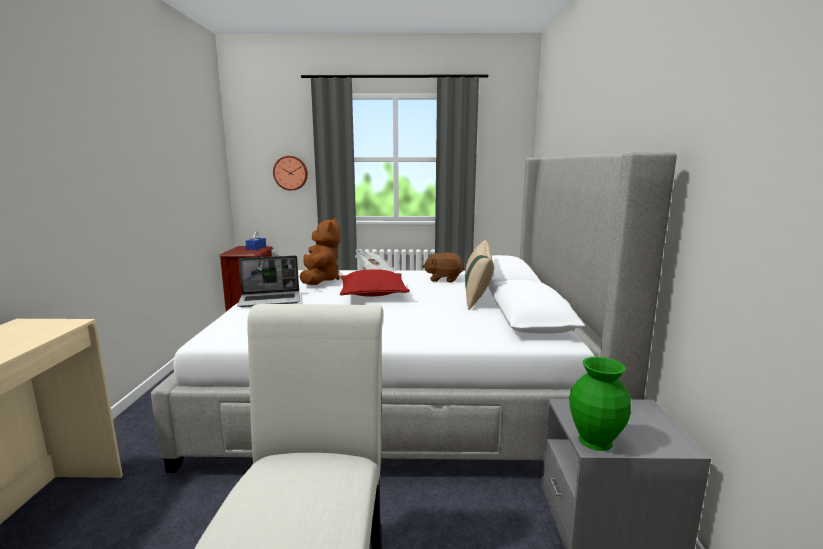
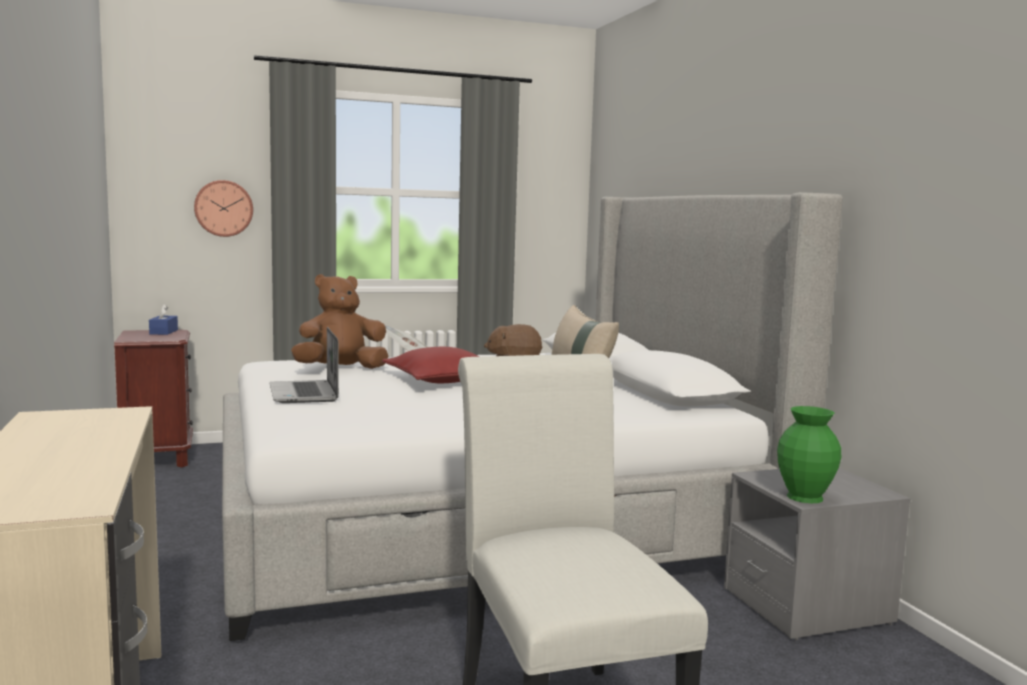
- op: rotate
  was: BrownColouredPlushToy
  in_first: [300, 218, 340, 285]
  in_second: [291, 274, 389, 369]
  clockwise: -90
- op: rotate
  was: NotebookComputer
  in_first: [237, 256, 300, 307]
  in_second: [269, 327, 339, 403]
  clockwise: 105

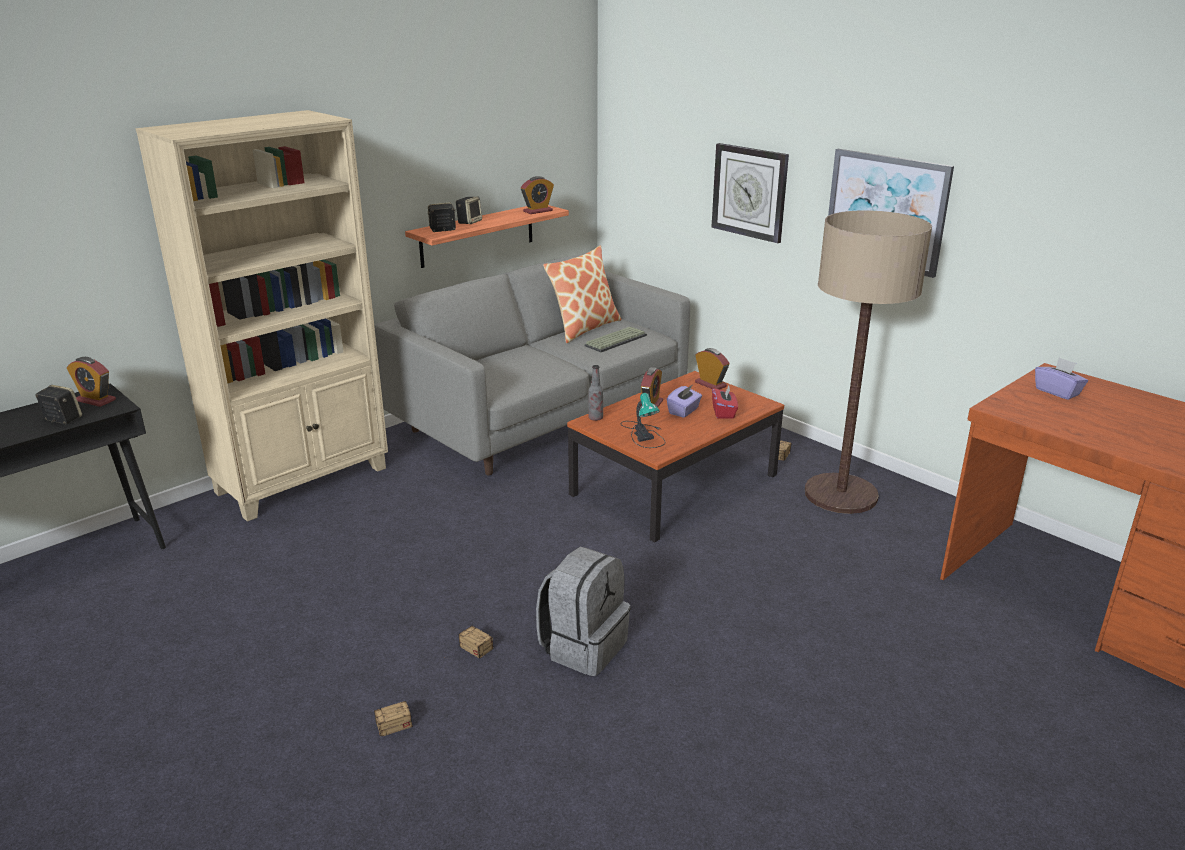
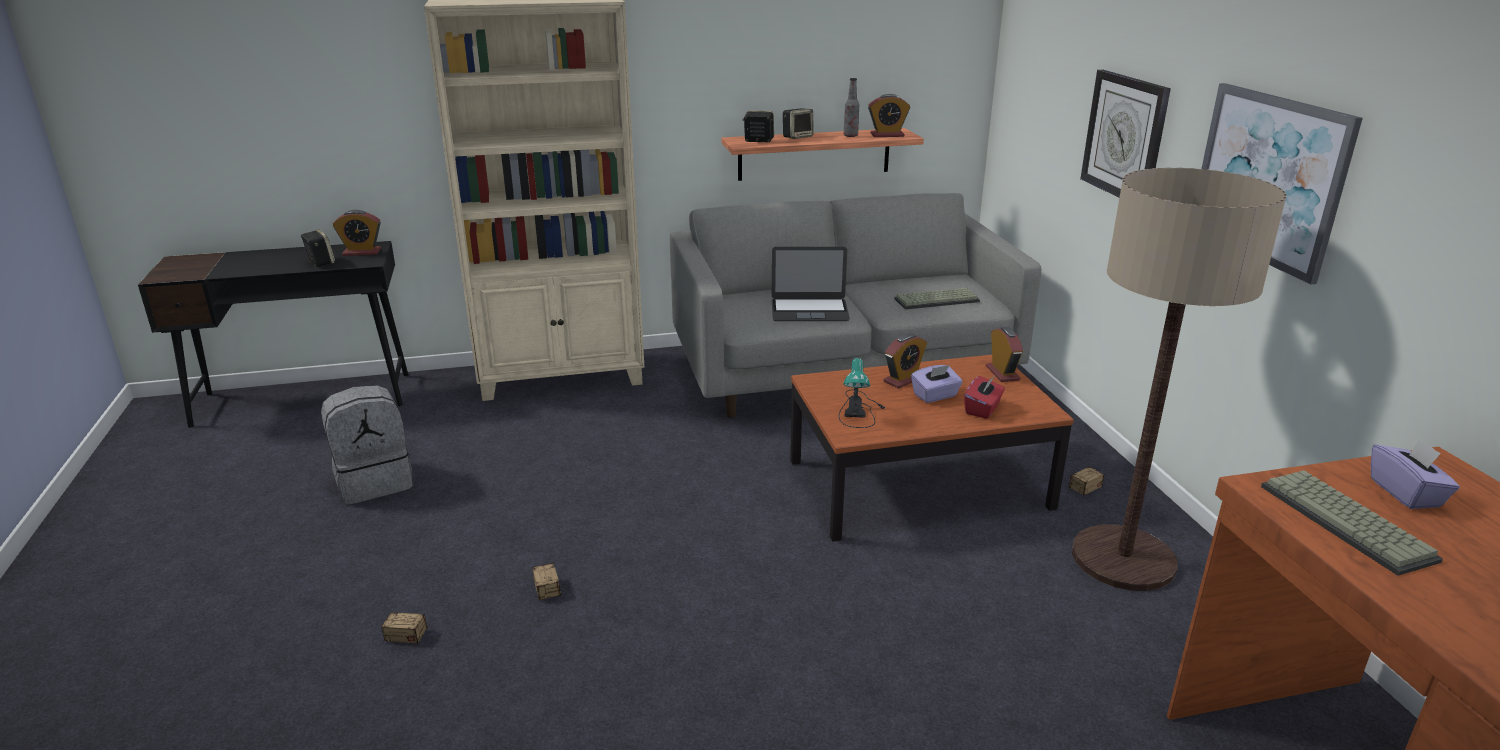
- op: delete
  was: Pillow
  in_first: [543, 246, 621, 343]
- op: rotate
  was: BedsideClock
  in_first: [67, 357, 116, 407]
  in_second: [333, 210, 381, 256]
  clockwise: -60
- op: move
  was: BeverageBottle
  in_first: [588, 365, 603, 421]
  in_second: [844, 78, 859, 137]
- op: move
  was: GrayBackpack
  in_first: [536, 547, 631, 676]
  in_second: [321, 385, 413, 504]
- op: insert
  now: NotebookComputer
  in_second: [772, 247, 850, 321]
- op: insert
  now: ComputerKeyboard
  in_second: [1261, 470, 1443, 576]

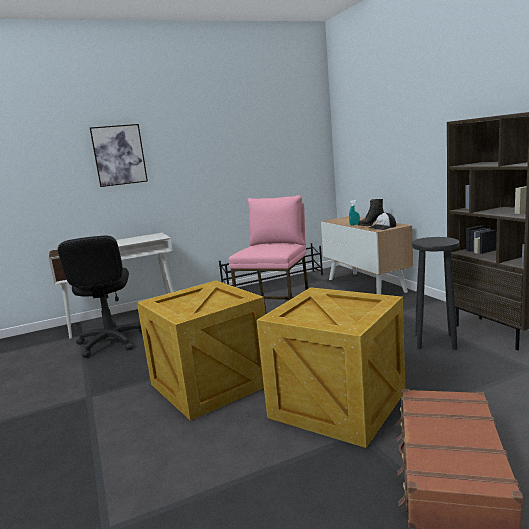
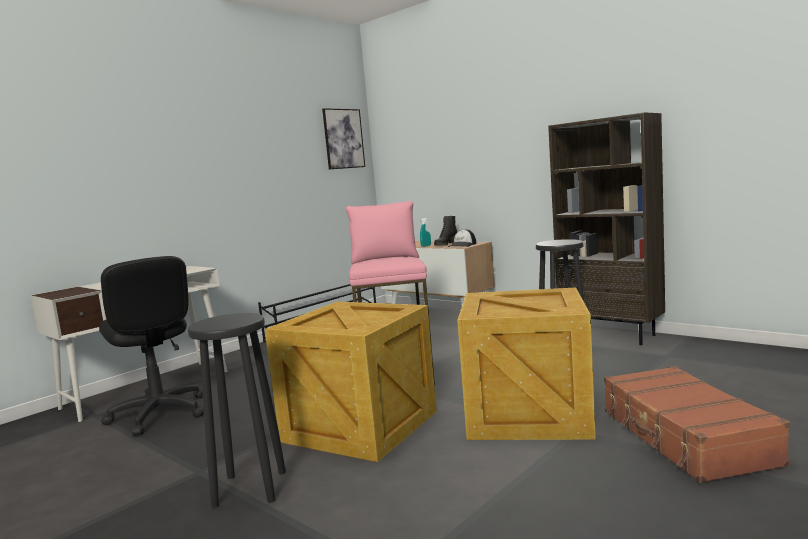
- op: move
  was: WallPicture
  in_first: [90, 124, 148, 187]
  in_second: [322, 108, 365, 170]
- op: insert
  now: BlackishSittingStool
  in_second: [188, 313, 286, 508]

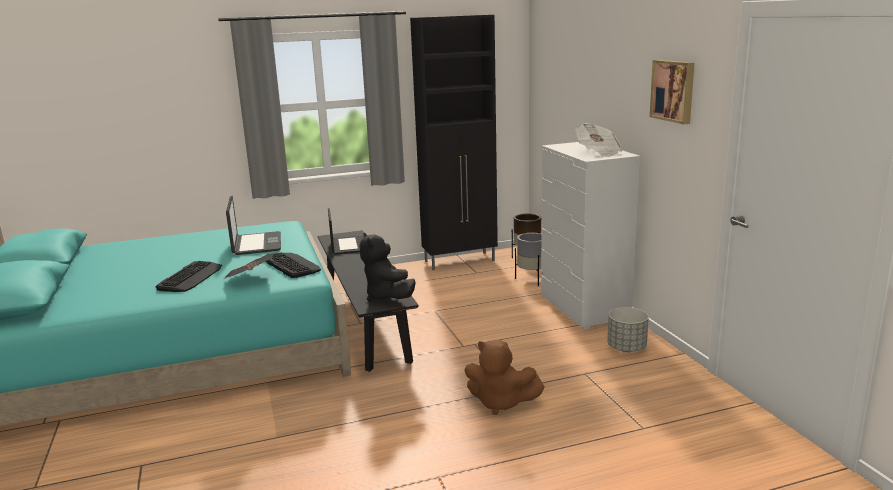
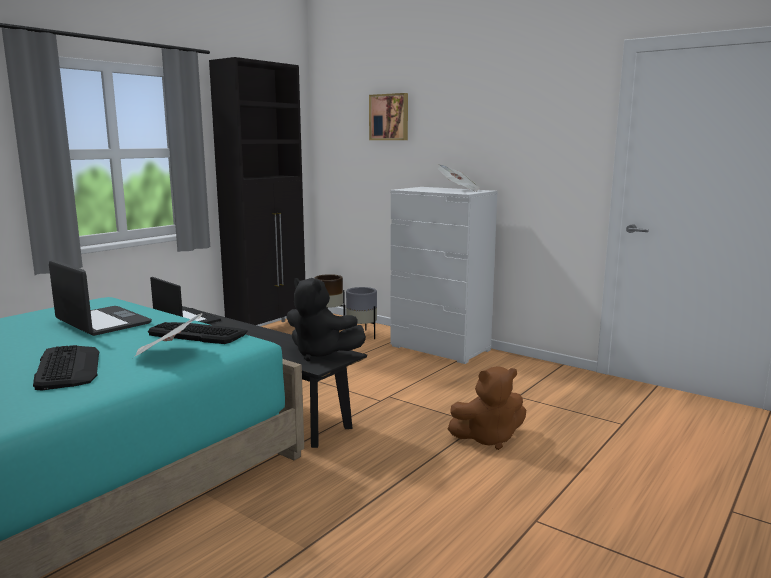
- op: move
  was: WallPicture
  in_first: [650, 60, 694, 124]
  in_second: [369, 93, 408, 140]
- op: delete
  was: GrayPlanter
  in_first: [607, 307, 649, 352]

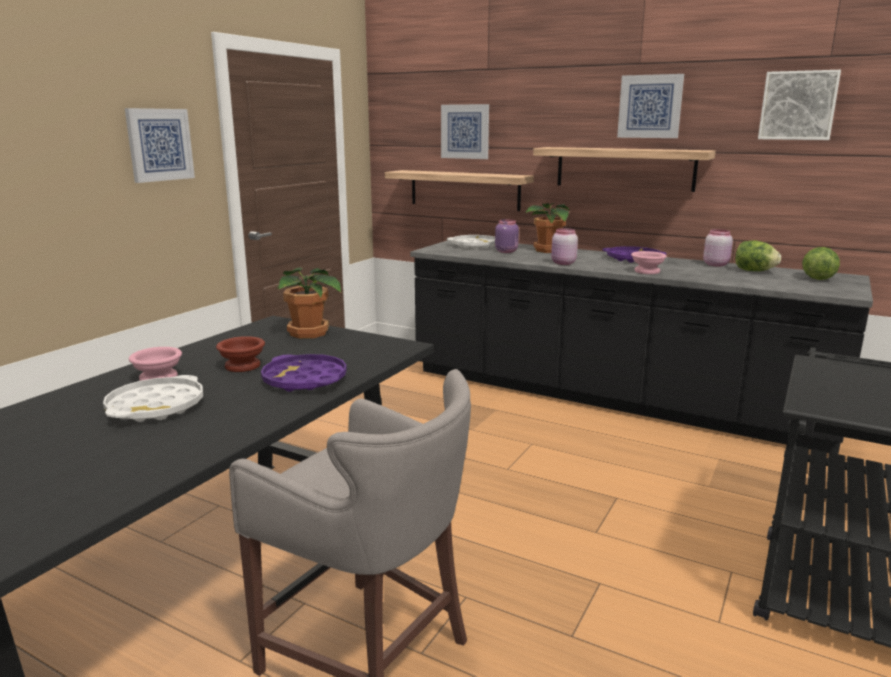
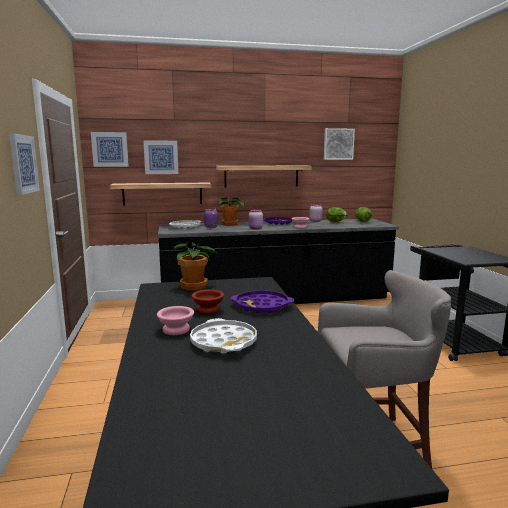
- op: move
  was: WallPicture
  in_first: [617, 74, 684, 138]
  in_second: [91, 132, 129, 167]

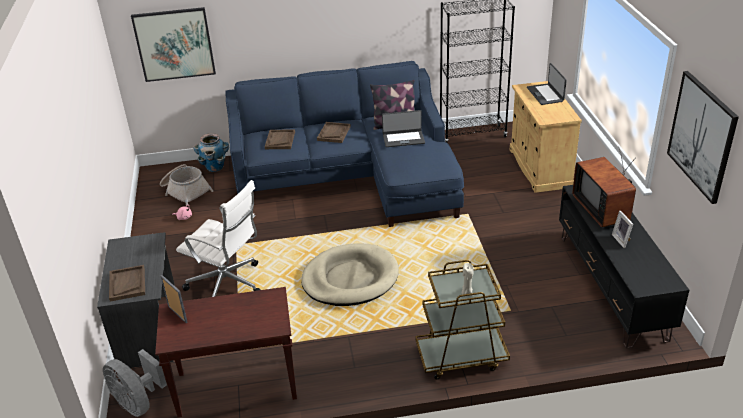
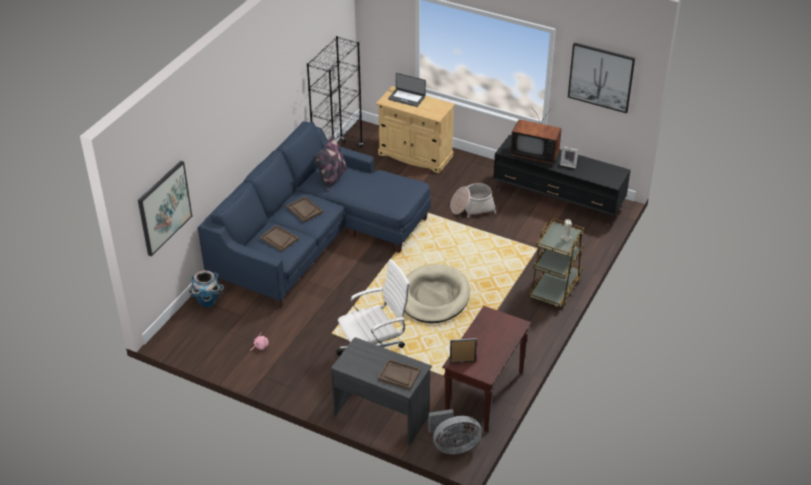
- op: delete
  was: NotebookComputer
  in_first: [382, 110, 425, 147]
- op: move
  was: StorageBasket
  in_first: [160, 164, 213, 205]
  in_second: [450, 183, 496, 218]

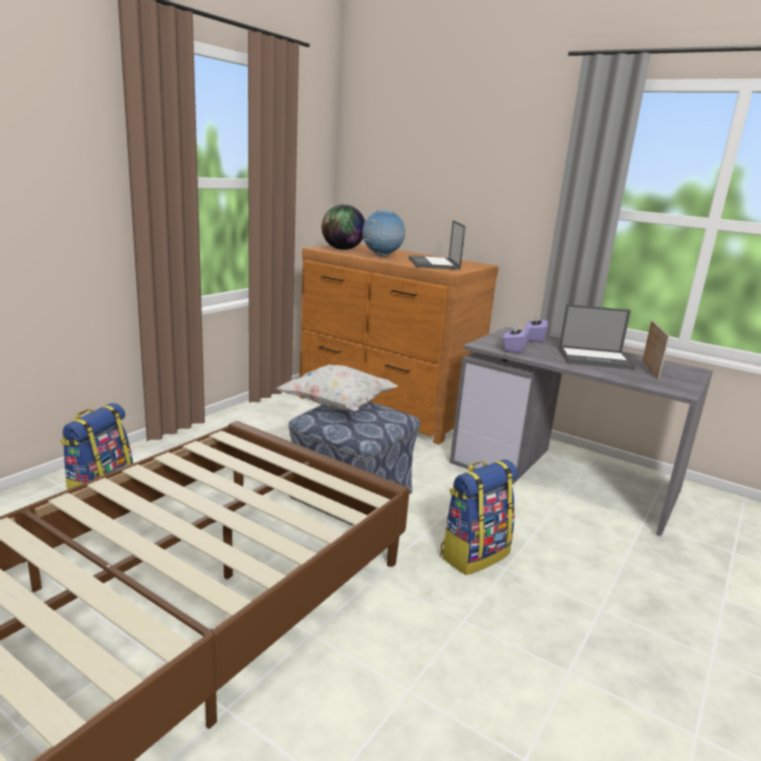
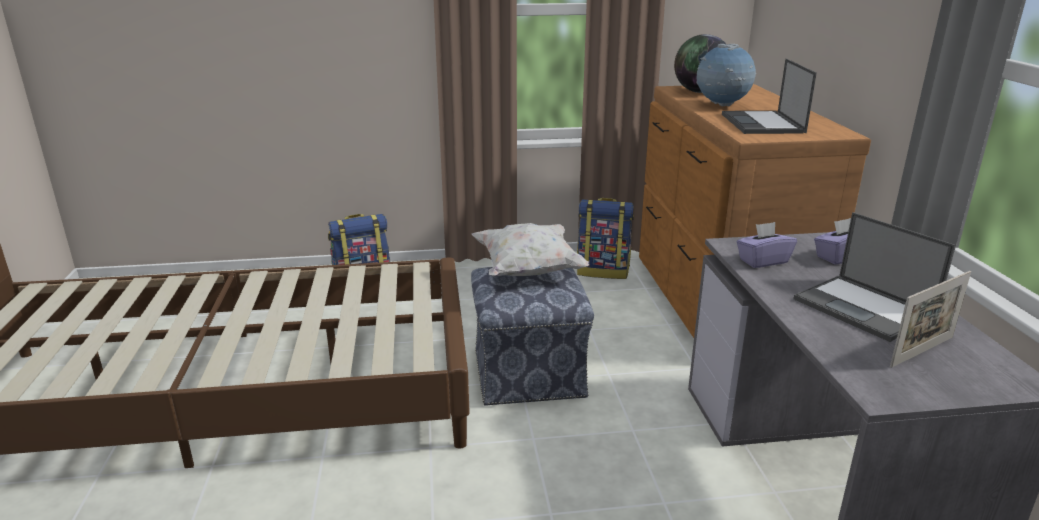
- op: rotate
  was: NotebookComputer
  in_first: [409, 220, 466, 270]
  in_second: [722, 59, 817, 134]
  clockwise: -45
- op: move
  was: Backpack
  in_first: [441, 459, 518, 575]
  in_second: [577, 198, 634, 279]

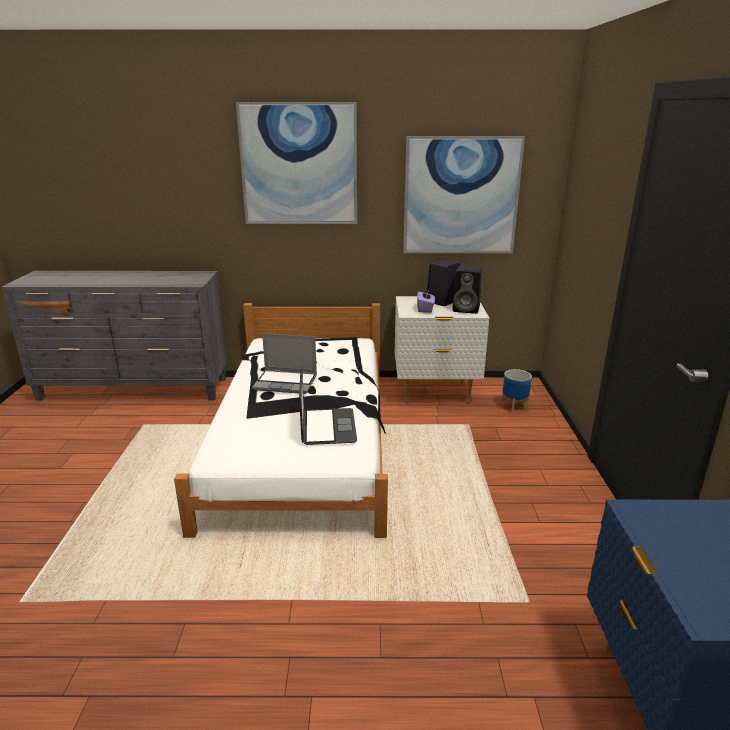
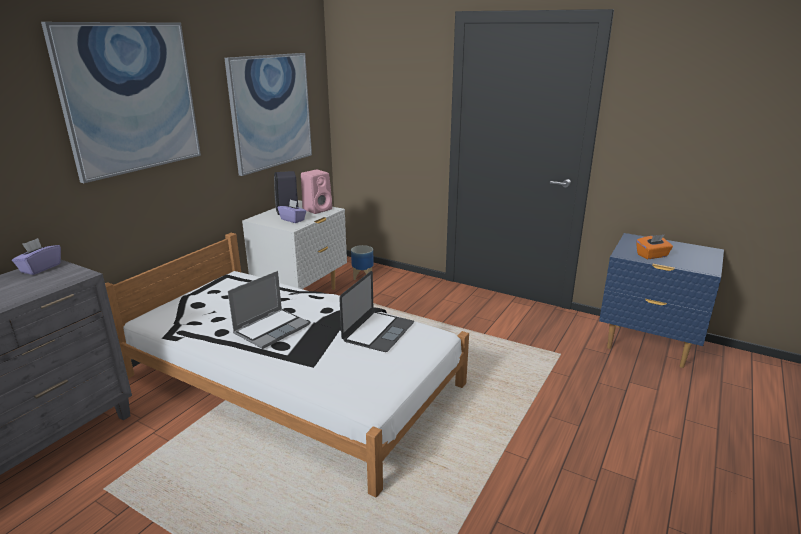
- op: recolor
  was: BlackishAudioSpeaker
  now: PinkAudioSpeaker
  in_first: [452, 265, 482, 314]
  in_second: [301, 170, 332, 214]
- op: rotate
  was: NotebookComputer
  in_first: [299, 367, 357, 445]
  in_second: [339, 271, 414, 352]
  clockwise: 90
- op: insert
  now: OrangeyTissueHolder
  in_second: [636, 235, 673, 259]
- op: insert
  now: PurplishTissueHolder
  in_second: [12, 238, 61, 275]

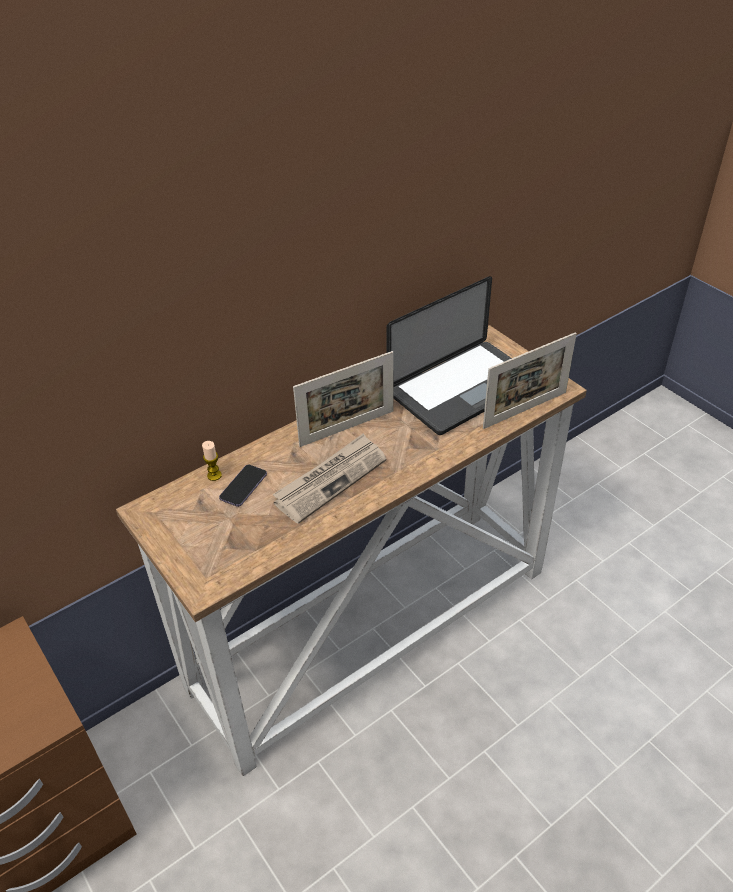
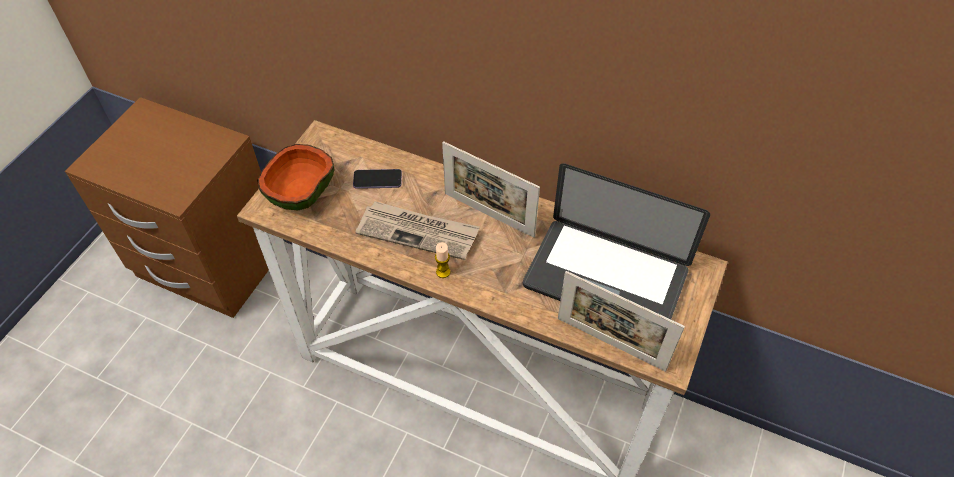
- op: move
  was: WaxLight
  in_first: [202, 441, 222, 481]
  in_second: [435, 242, 450, 278]
- op: insert
  now: Bowl
  in_second: [257, 144, 334, 211]

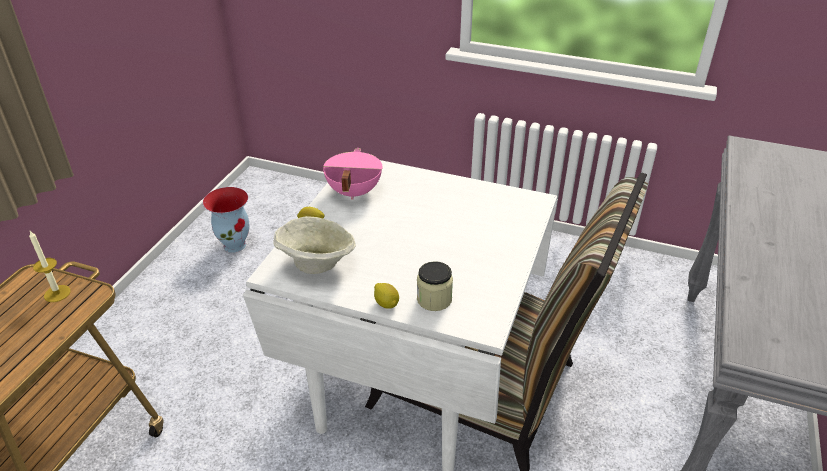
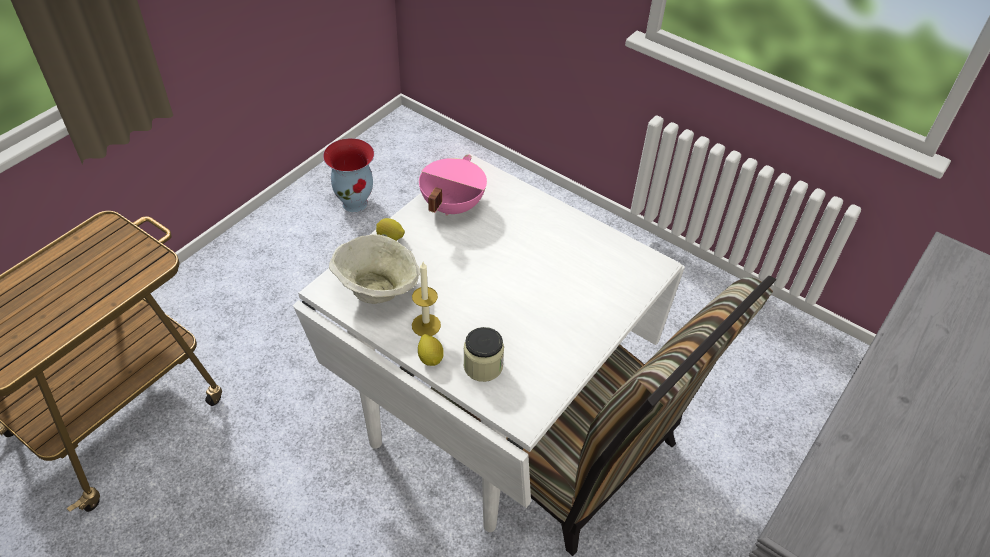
- op: move
  was: WaxLight
  in_first: [29, 231, 71, 302]
  in_second: [412, 262, 441, 336]

